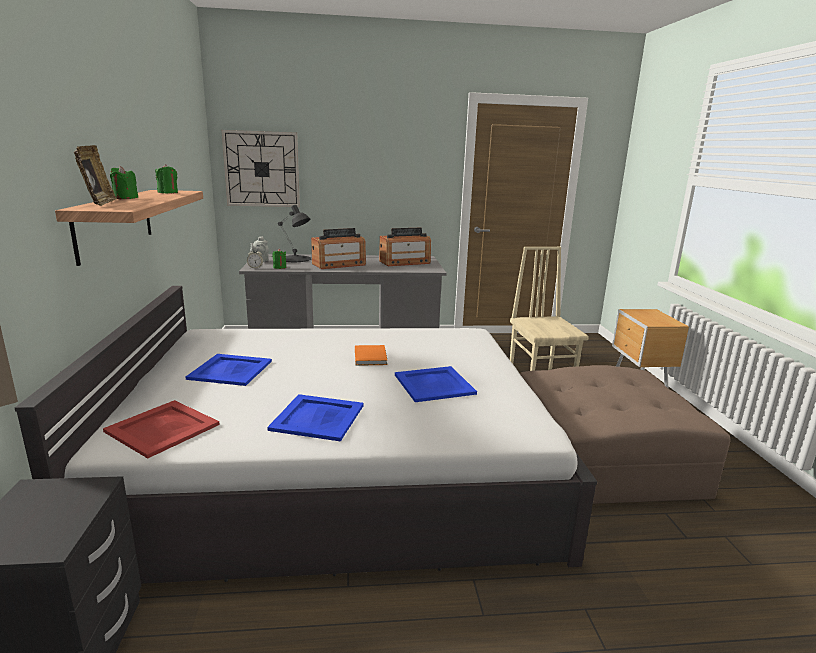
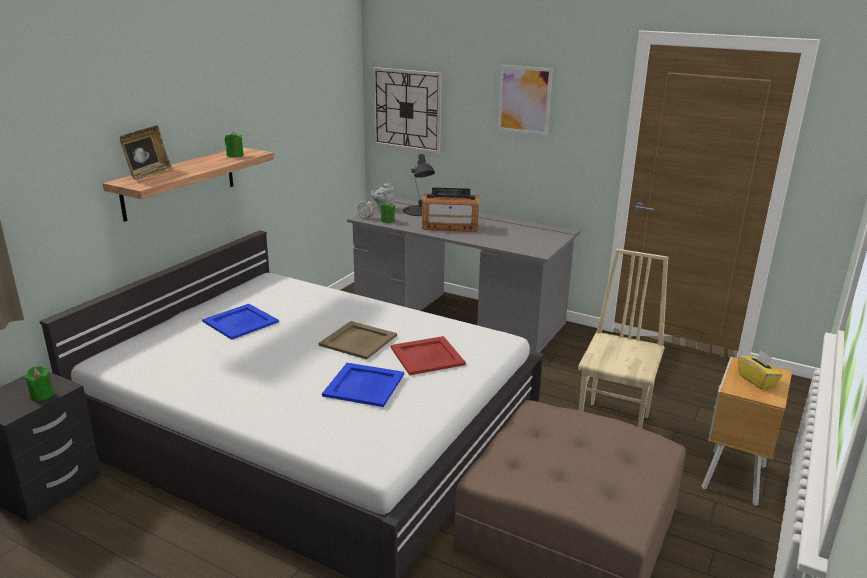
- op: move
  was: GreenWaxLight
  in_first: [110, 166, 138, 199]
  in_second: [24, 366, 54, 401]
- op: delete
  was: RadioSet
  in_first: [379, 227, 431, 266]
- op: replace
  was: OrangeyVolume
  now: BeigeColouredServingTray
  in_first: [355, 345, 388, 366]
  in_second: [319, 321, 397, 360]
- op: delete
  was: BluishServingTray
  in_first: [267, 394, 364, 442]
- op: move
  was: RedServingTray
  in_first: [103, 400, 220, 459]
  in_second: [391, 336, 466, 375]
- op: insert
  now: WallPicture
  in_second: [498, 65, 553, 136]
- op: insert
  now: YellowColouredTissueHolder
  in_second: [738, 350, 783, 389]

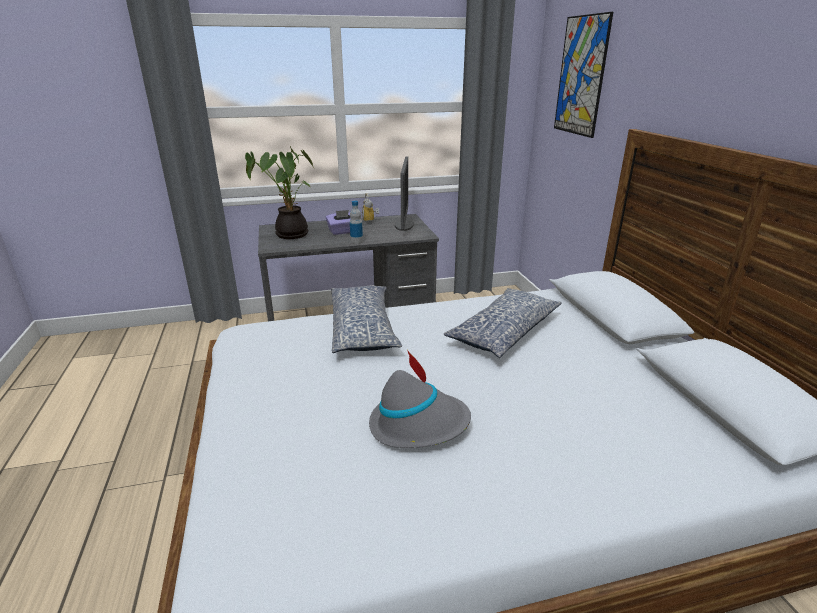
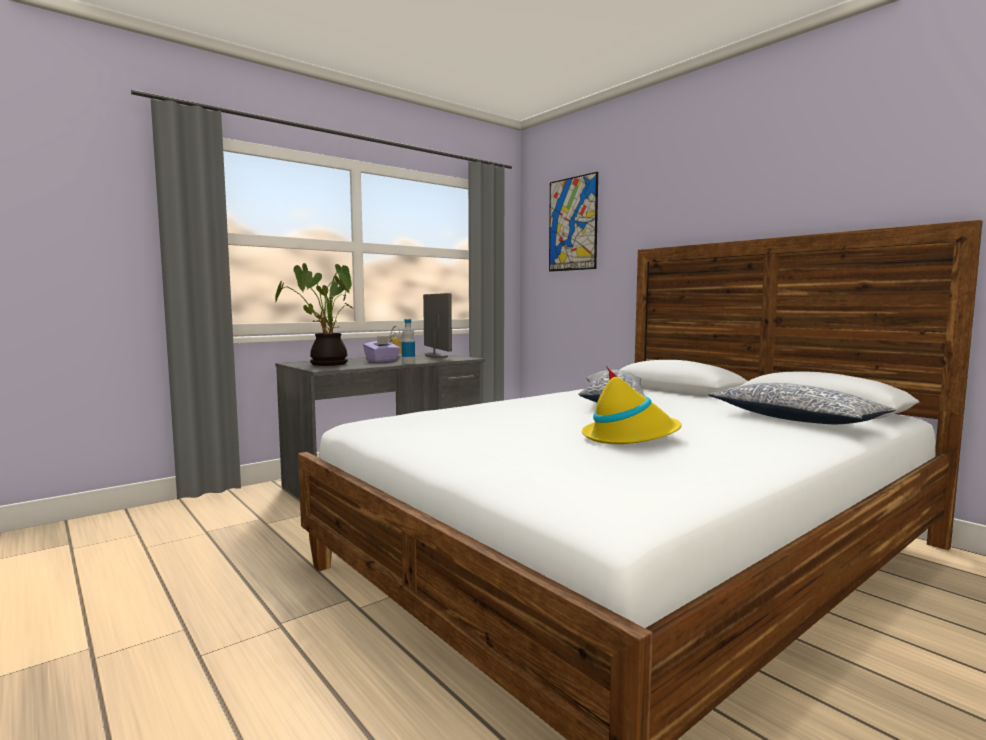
- op: move
  was: Pillow
  in_first: [331, 286, 402, 353]
  in_second: [708, 383, 896, 424]
- op: recolor
  was: GrayHat
  now: YellowColouredHat
  in_first: [369, 350, 471, 448]
  in_second: [582, 366, 681, 444]

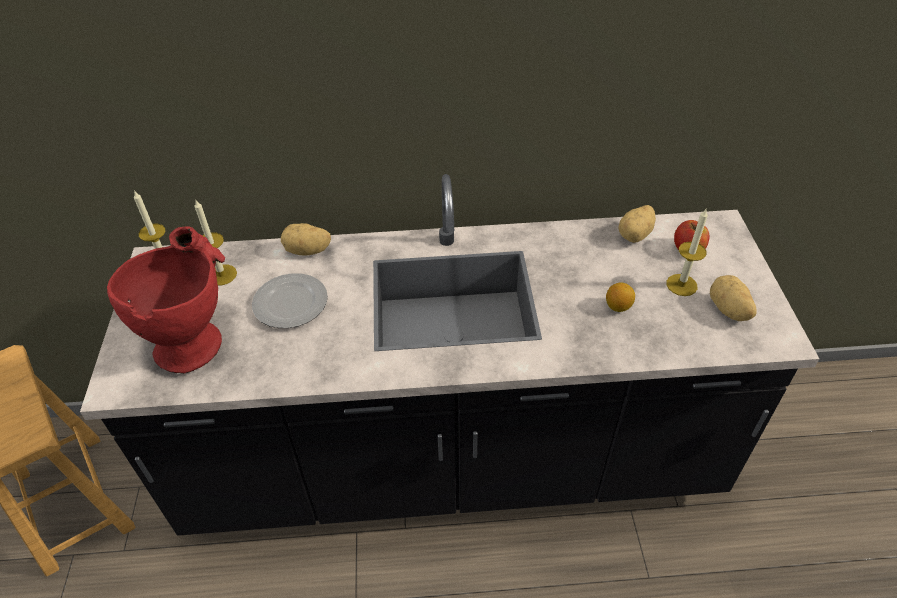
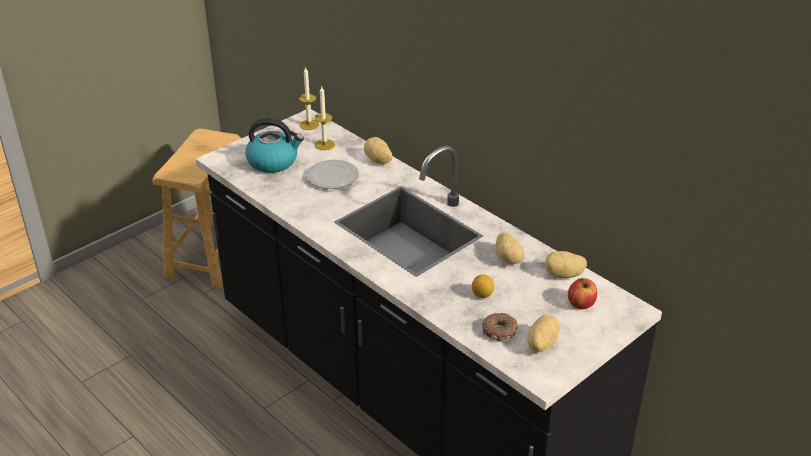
- op: delete
  was: WaxLight
  in_first: [666, 209, 708, 296]
- op: replace
  was: RedVase
  now: Kettle
  in_first: [107, 226, 225, 374]
  in_second: [245, 118, 304, 173]
- op: insert
  now: WholePotato
  in_second: [496, 232, 524, 264]
- op: insert
  now: RingDoughnut
  in_second: [482, 313, 519, 341]

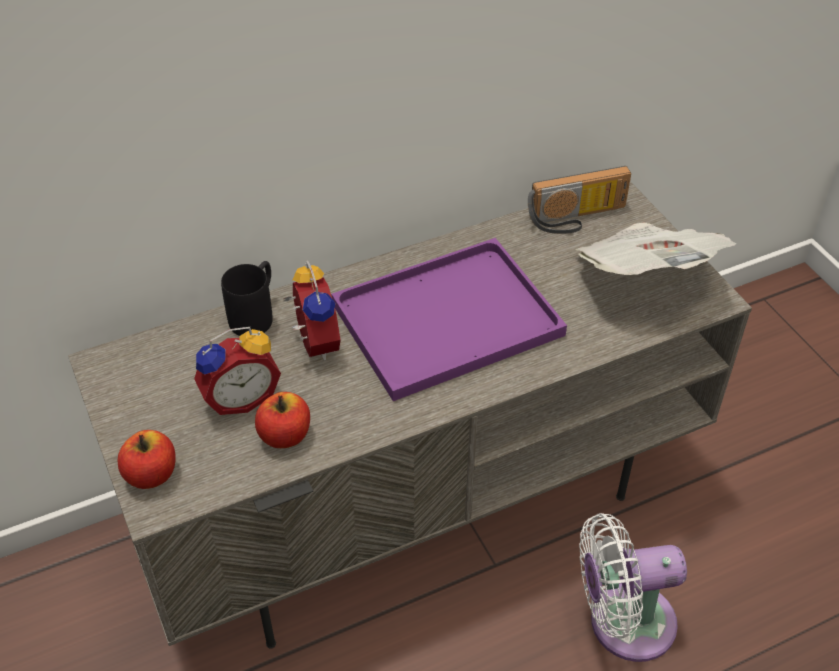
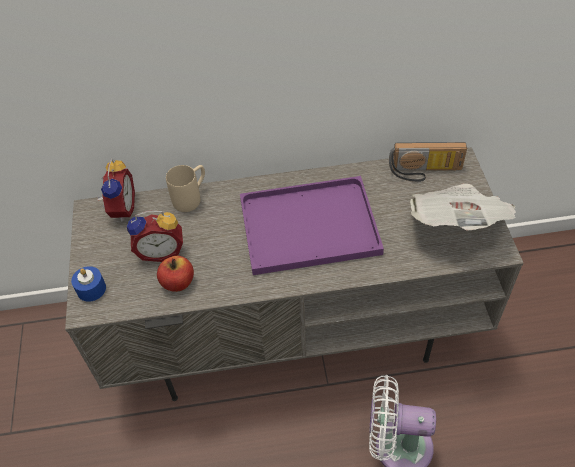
- op: recolor
  was: BlackishCoffeeMug
  now: BeigeColouredCoffeeMug
  in_first: [221, 261, 273, 336]
  in_second: [166, 165, 205, 212]
- op: move
  was: BedsideClock
  in_first: [284, 261, 341, 360]
  in_second: [97, 158, 135, 222]
- op: replace
  was: Apple
  now: BluishWaxLight
  in_first: [118, 430, 176, 489]
  in_second: [71, 266, 106, 302]

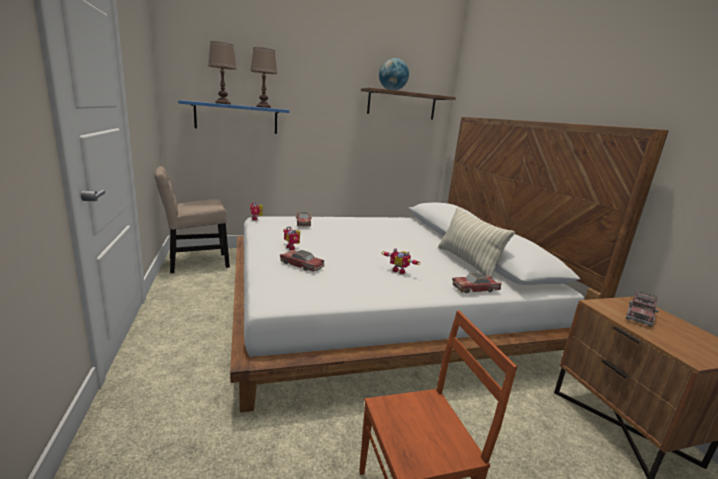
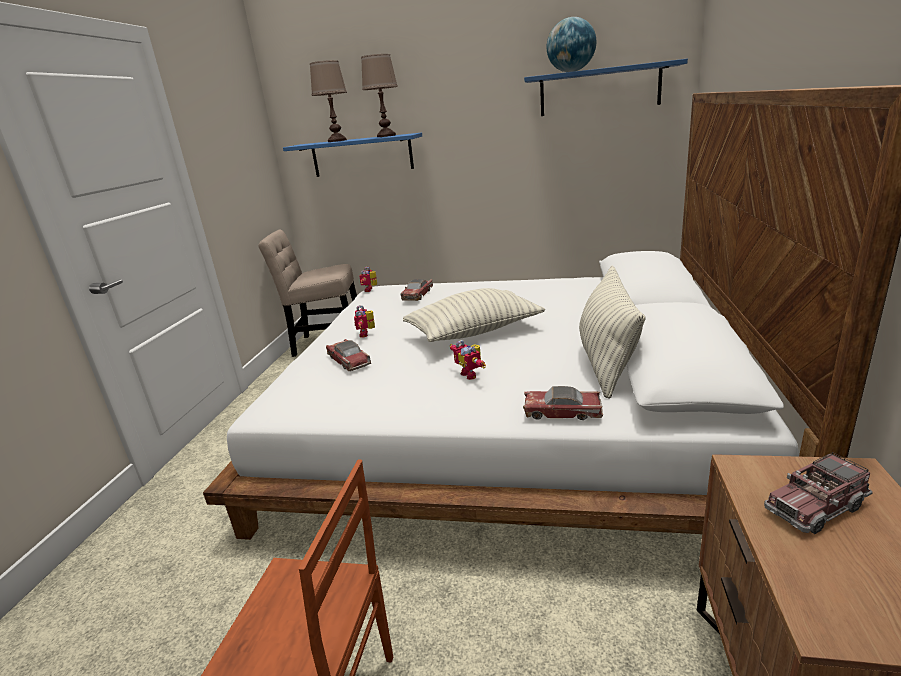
- op: recolor
  was: BrownColouredShelf
  now: BluishShelf
  in_first: [361, 88, 456, 120]
  in_second: [524, 59, 688, 116]
- op: insert
  now: Pillow
  in_second: [403, 288, 545, 342]

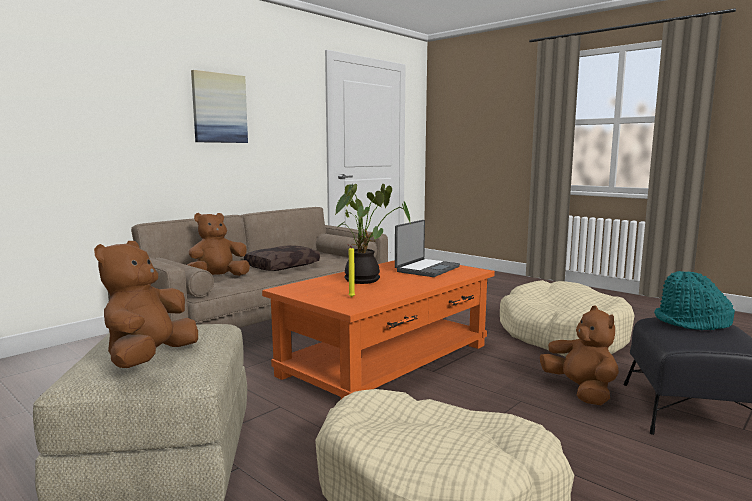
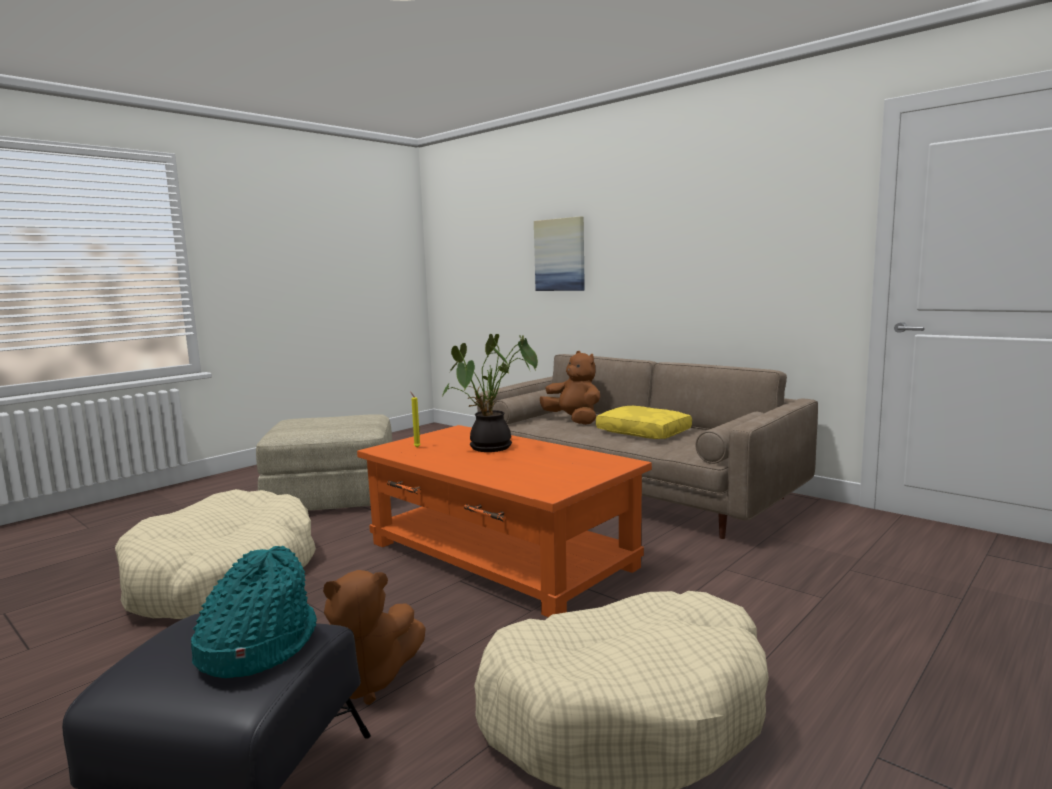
- op: move
  was: WallPicture
  in_first: [191, 70, 248, 143]
  in_second: [534, 216, 585, 291]
- op: delete
  was: NotebookComputer
  in_first: [395, 220, 460, 277]
- op: delete
  was: BrownColouredPlushToy
  in_first: [94, 241, 198, 368]
- op: recolor
  was: BrownColouredPillow
  now: YellowColouredPillow
  in_first: [244, 245, 320, 271]
  in_second: [596, 406, 692, 439]

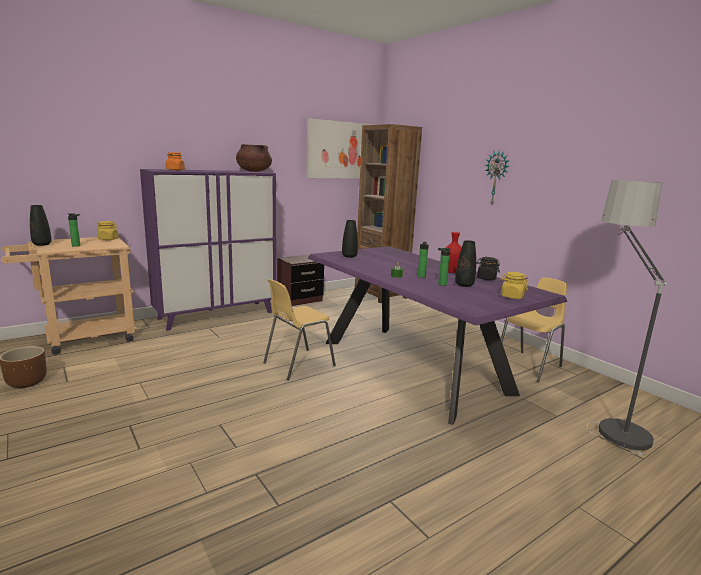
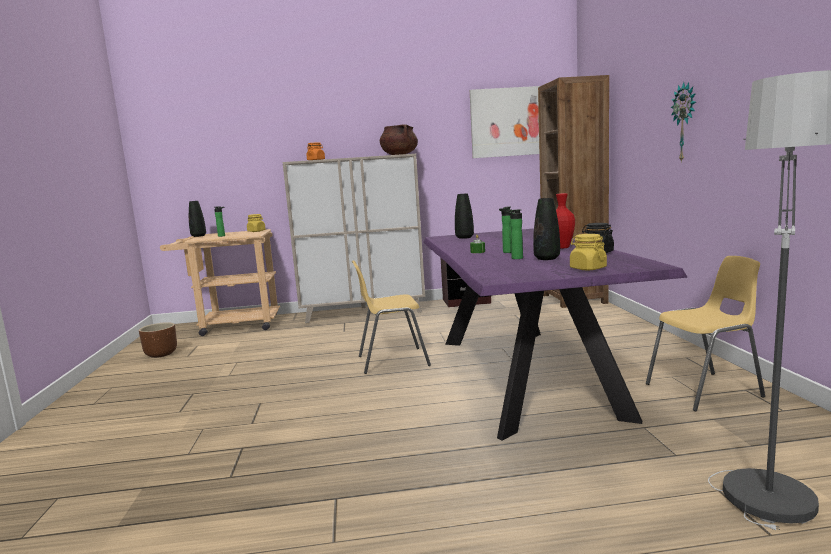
- op: recolor
  was: PurplishCabinet
  now: BeigeColouredCabinet
  in_first: [140, 169, 276, 331]
  in_second: [282, 154, 425, 323]

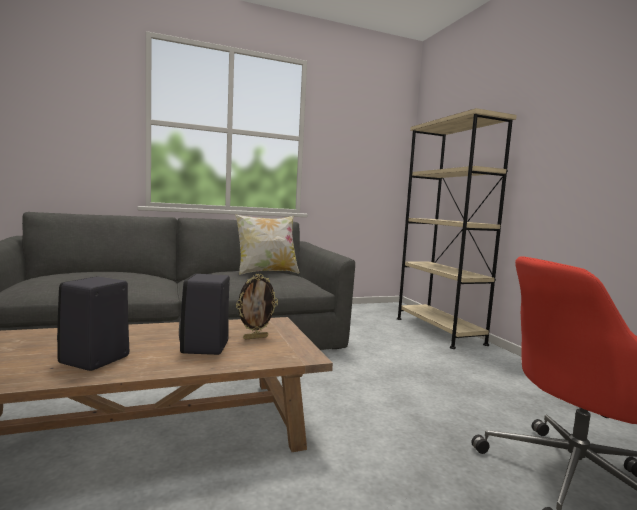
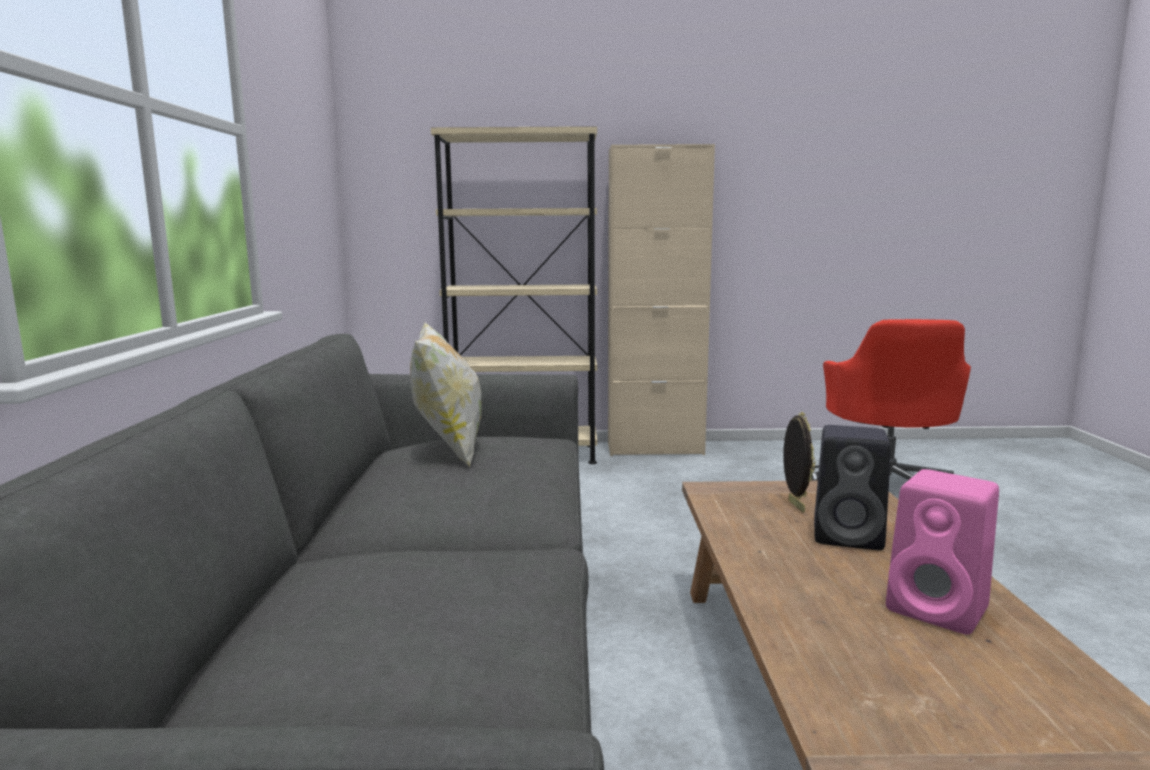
- op: recolor
  was: BlackishAudioSpeaker
  now: PinkAudioSpeaker
  in_first: [57, 277, 129, 371]
  in_second: [886, 469, 999, 635]
- op: insert
  now: BeigeColouredCabinet
  in_second: [608, 144, 715, 456]

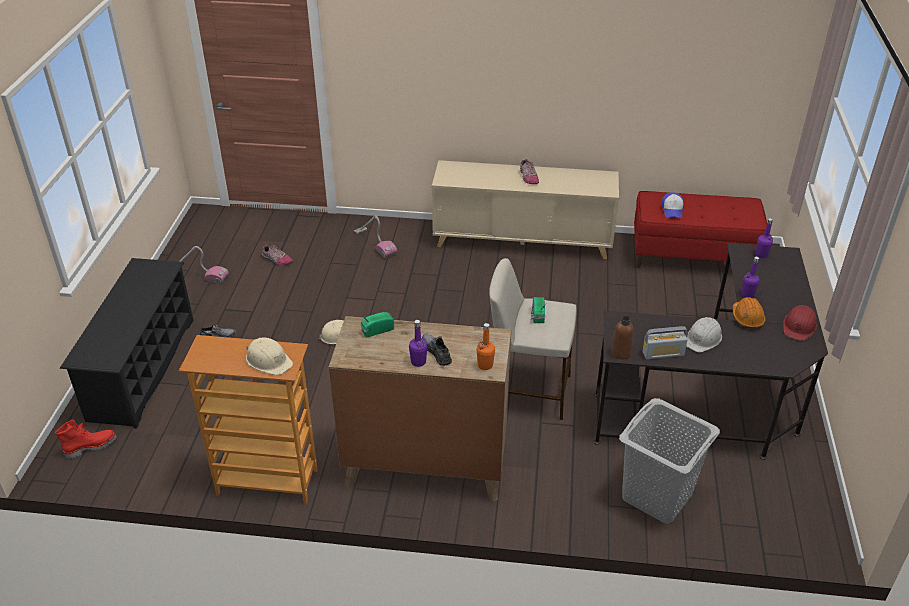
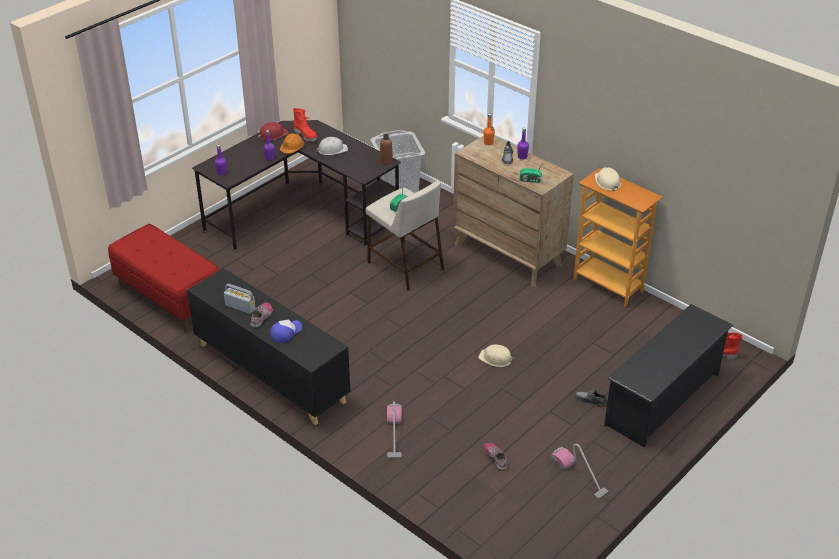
- op: recolor
  was: BeigeColouredCabinet
  now: BlackishCabinet
  in_first: [432, 160, 619, 259]
  in_second: [187, 268, 351, 425]
- op: move
  was: Cap
  in_first: [661, 192, 684, 218]
  in_second: [270, 319, 302, 343]
- op: move
  was: RadioSet
  in_first: [642, 326, 688, 359]
  in_second: [224, 284, 255, 314]
- op: insert
  now: RedBoot
  in_second: [293, 108, 317, 142]

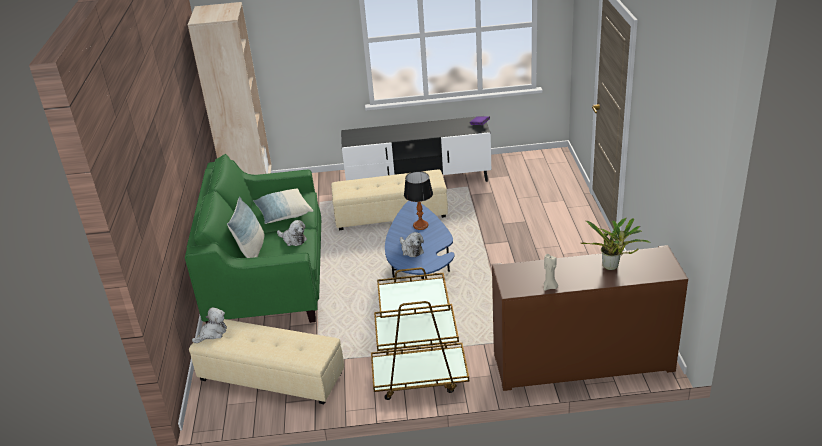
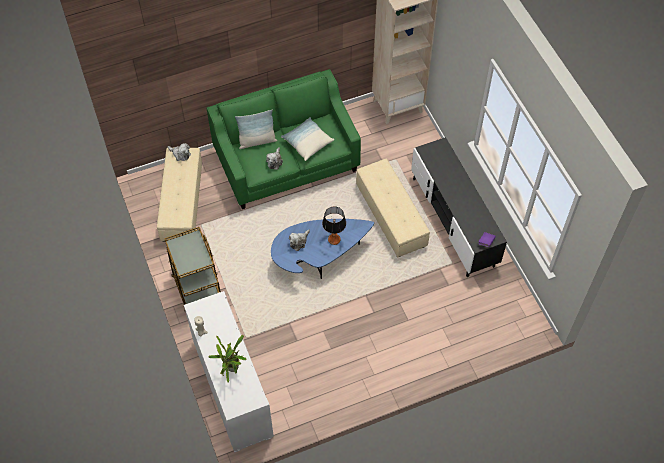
- op: recolor
  was: BrownColouredCabinet
  now: WhiteCabinet
  in_first: [492, 245, 688, 391]
  in_second: [184, 291, 274, 453]

